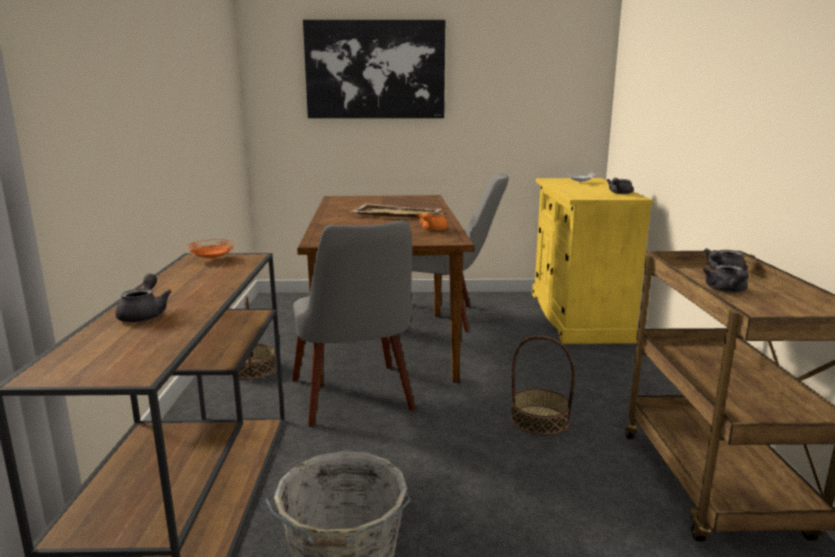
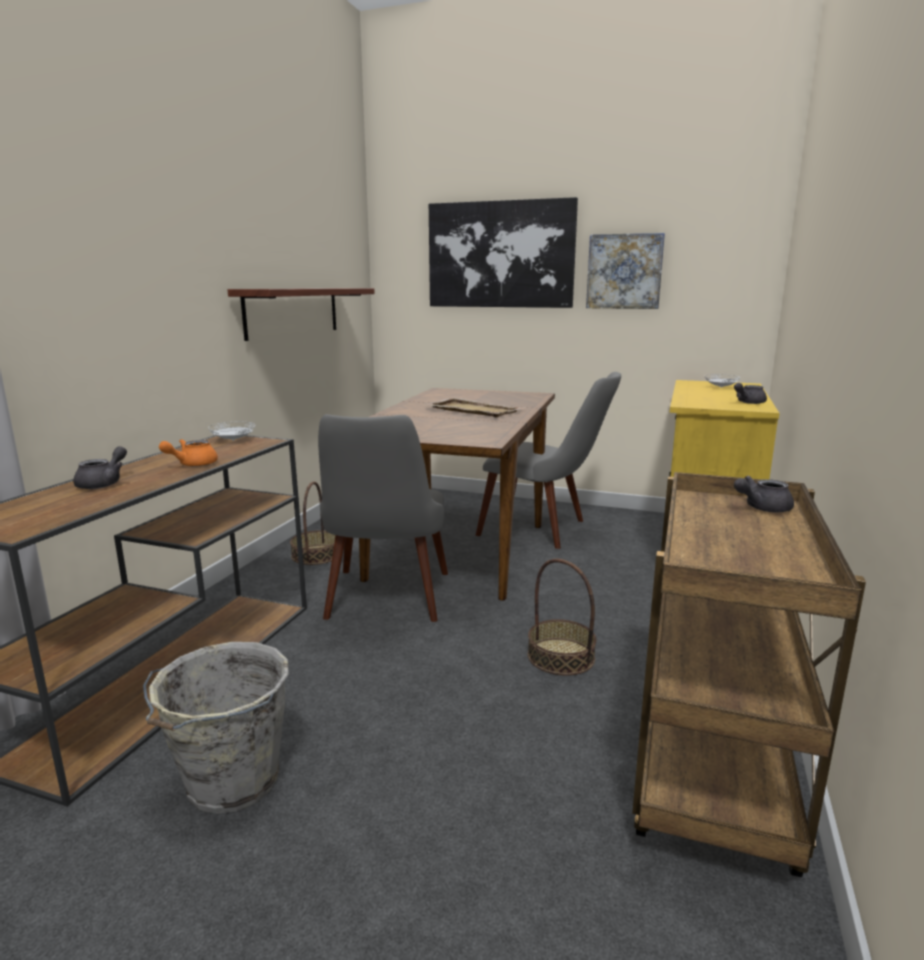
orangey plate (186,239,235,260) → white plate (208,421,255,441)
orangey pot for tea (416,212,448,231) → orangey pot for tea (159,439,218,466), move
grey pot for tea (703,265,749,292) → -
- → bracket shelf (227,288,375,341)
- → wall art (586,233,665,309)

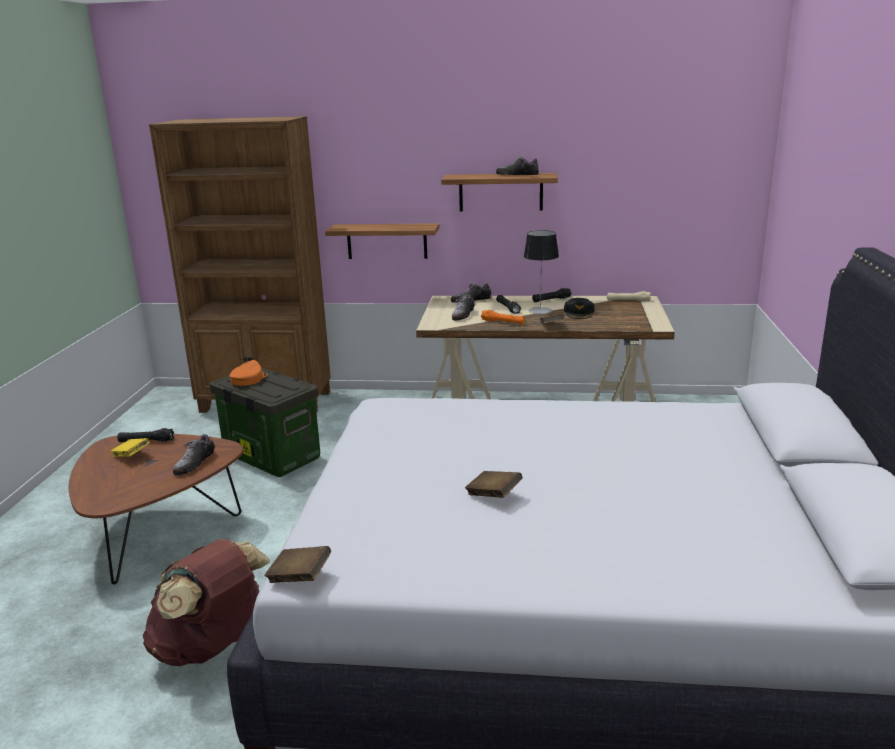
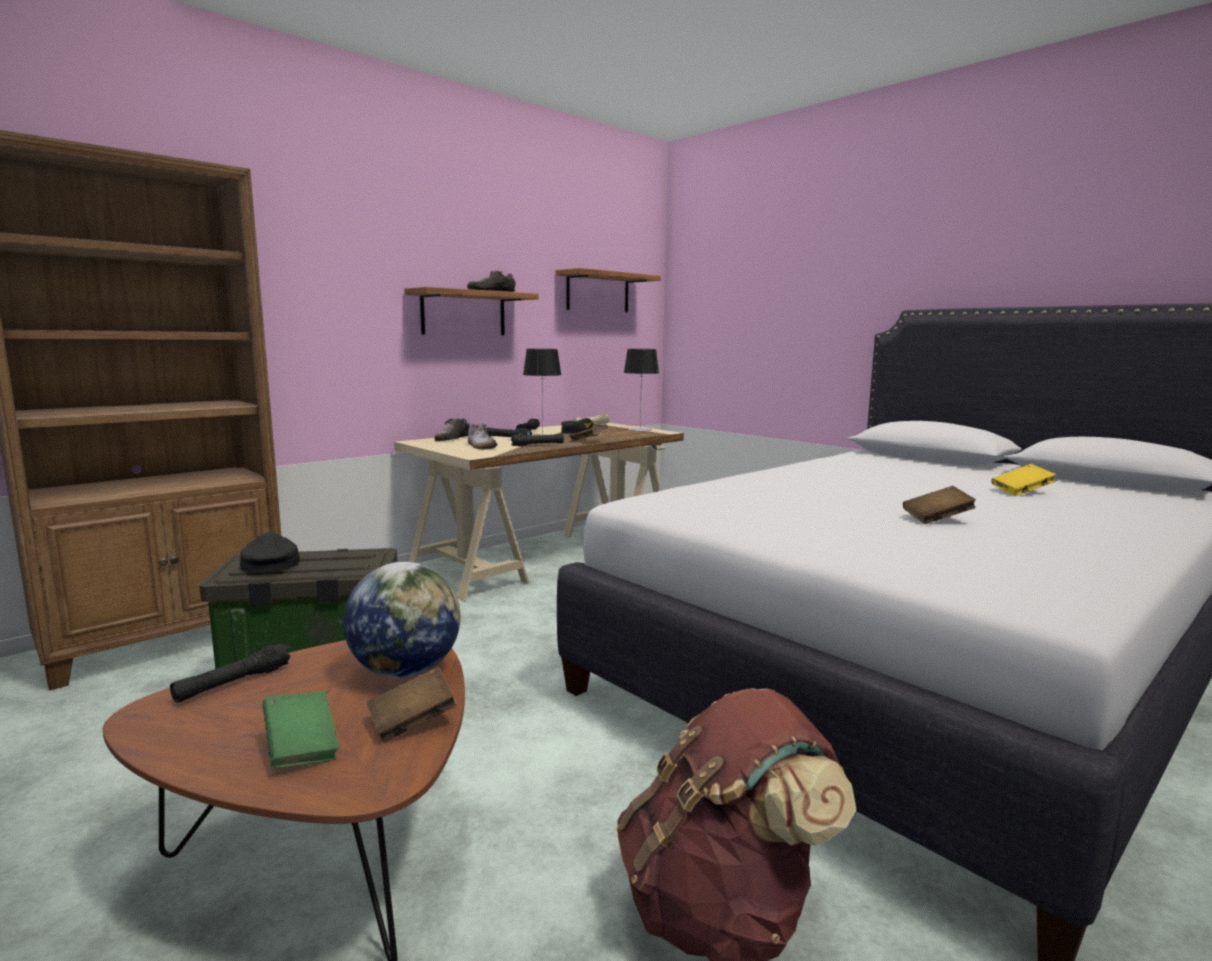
yellow-coloured bound book (110,438,150,457) → yellow-coloured bound book (991,464,1056,496), move
item of footwear (173,434,215,476) → globe (343,562,461,678)
orangey peaked cap (229,360,268,386) → black-coloured peaked cap (239,532,300,573)
brown-coloured bound book (265,546,331,583) → brown-coloured bound book (366,667,457,743), move
bracket shelf (325,223,439,259) → bracket shelf (556,268,661,312), move
orangey flashlight (481,310,525,325) → black-coloured flashlight (511,434,564,447)
- → green bound book (262,691,339,768)
- → tabletop lamp (624,349,659,431)

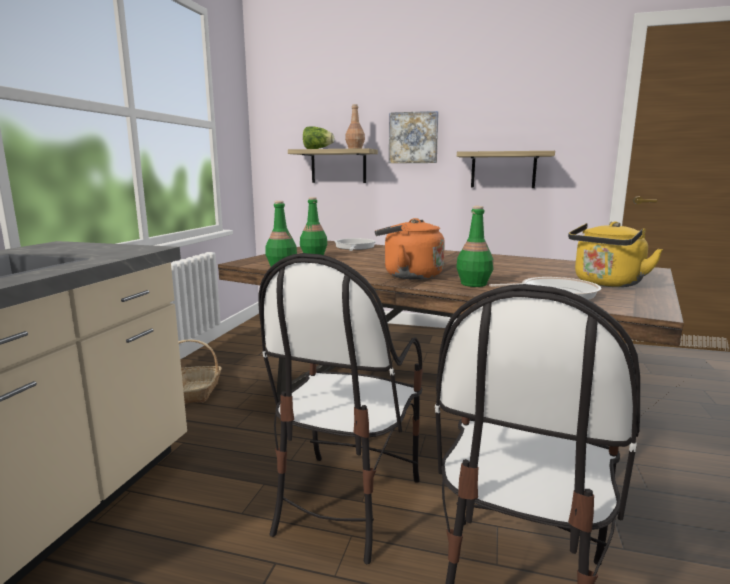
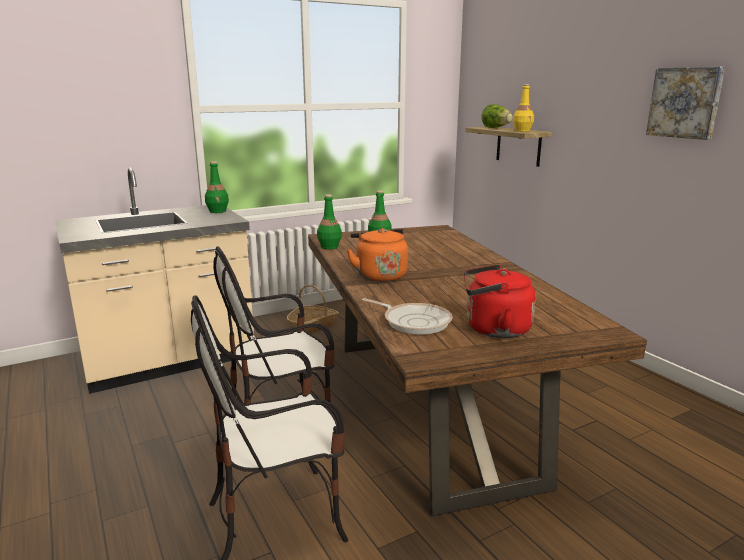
pan (334,238,376,251) → -
brown-coloured drink bottle (345,104,365,149) → yellow-coloured drink bottle (513,84,534,132)
wall art (389,111,439,163) → wall art (646,67,725,140), move
bracket shelf (457,151,555,188) → -
green drink bottle (457,206,494,287) → green drink bottle (205,161,229,213), move
yellow-coloured water kettle (568,222,663,287) → red-coloured water kettle (463,264,536,338)

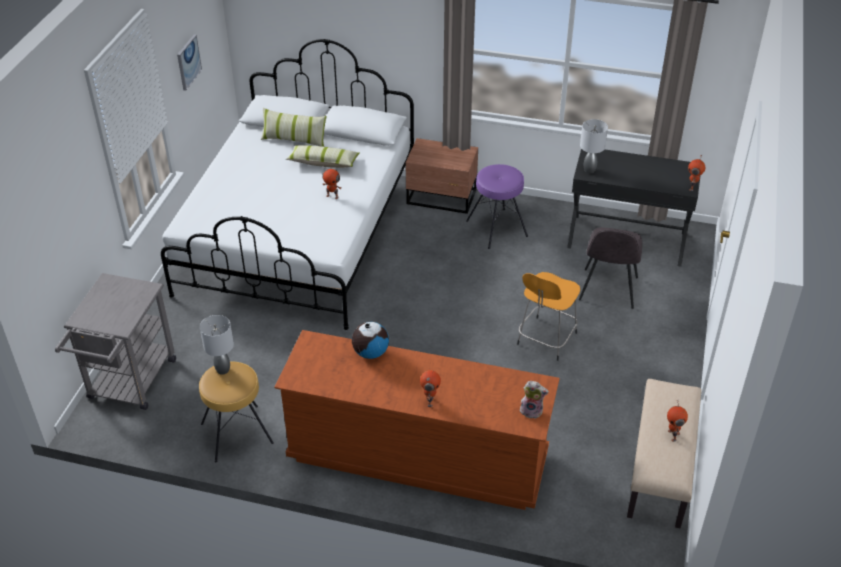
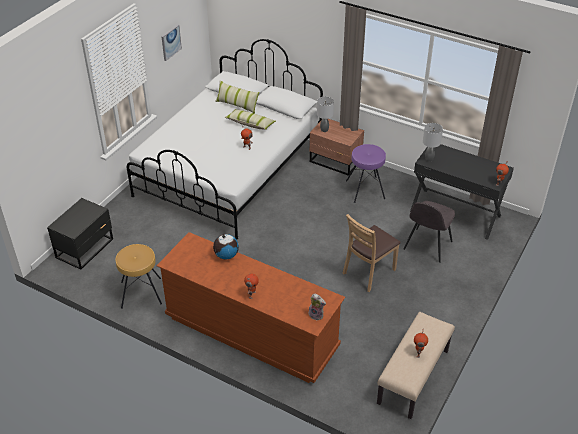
grey cart (55,273,176,410) → black-coloured night table (47,198,113,270)
grey tabletop lamp (200,315,234,375) → grey tabletop lamp (317,97,334,132), move
orangey sitting stool (517,272,580,361) → brown-coloured upright chair (343,214,401,292)

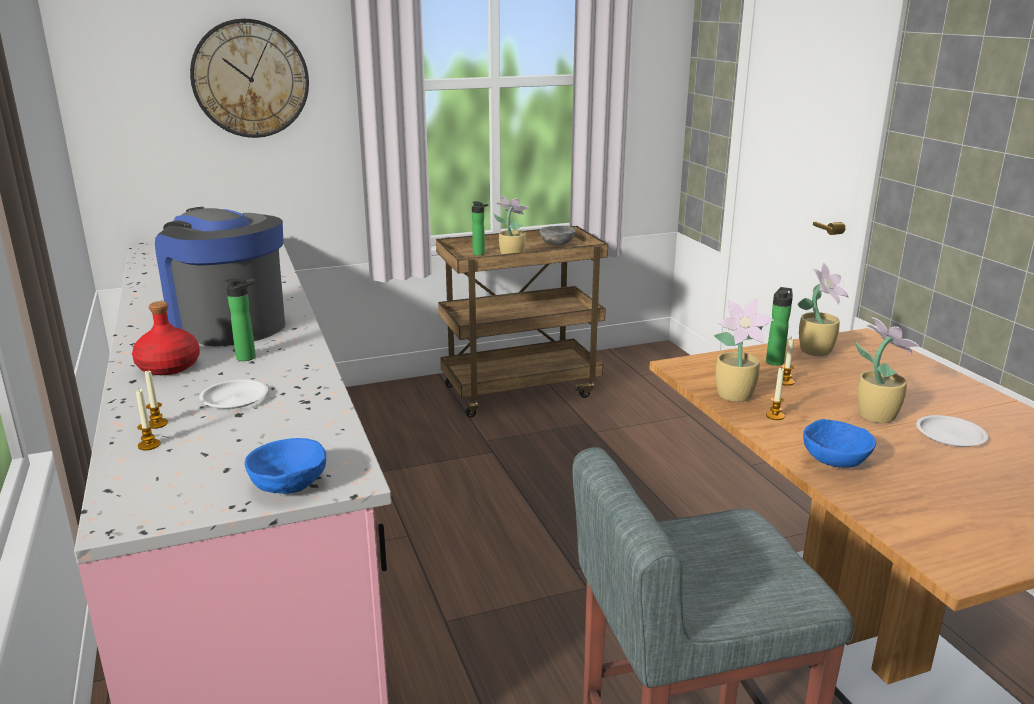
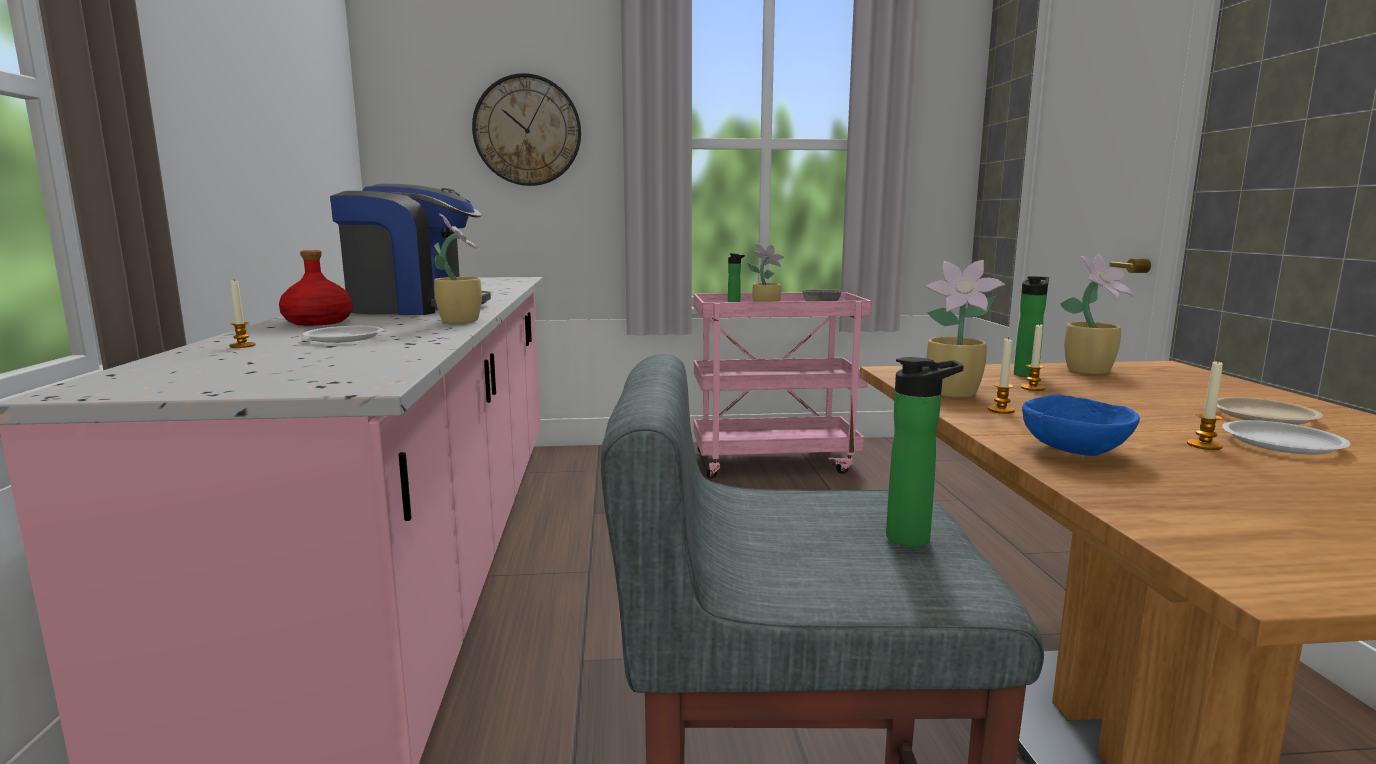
wax light (136,389,161,450) → wax light (1187,360,1223,450), move
coffee maker (155,207,285,346) → coffee maker (330,184,491,315), 120 degrees clockwise
drink bottle (225,278,256,361) → drink bottle (886,357,964,547), move
blue serving bowl (245,438,326,494) → -
brown-coloured cart (436,226,608,418) → pinkish cart (694,292,872,479)
plant in a pot (856,317,919,423) → plant in a pot (434,213,482,324), move
- → sand-coloured plate (1217,397,1323,425)

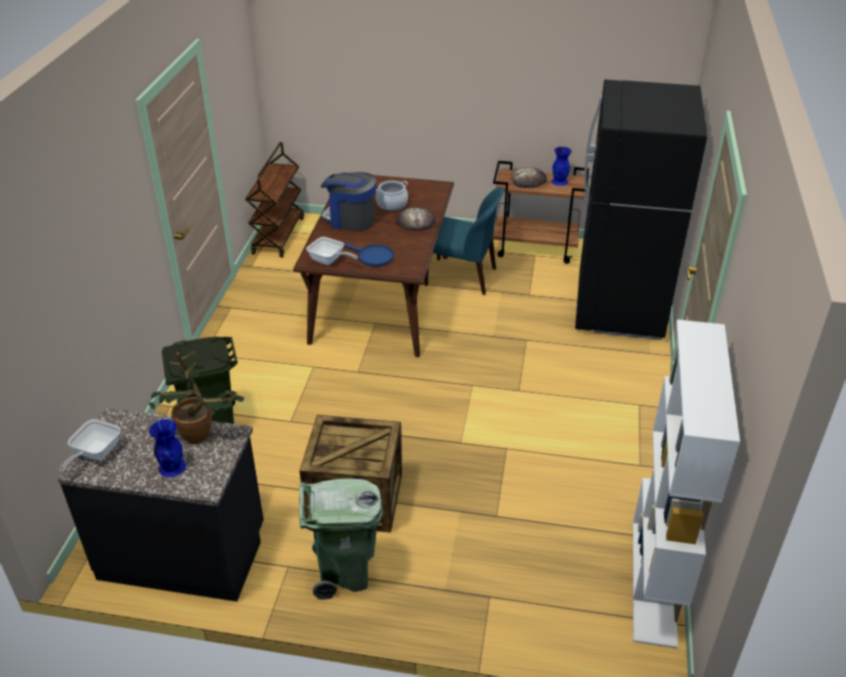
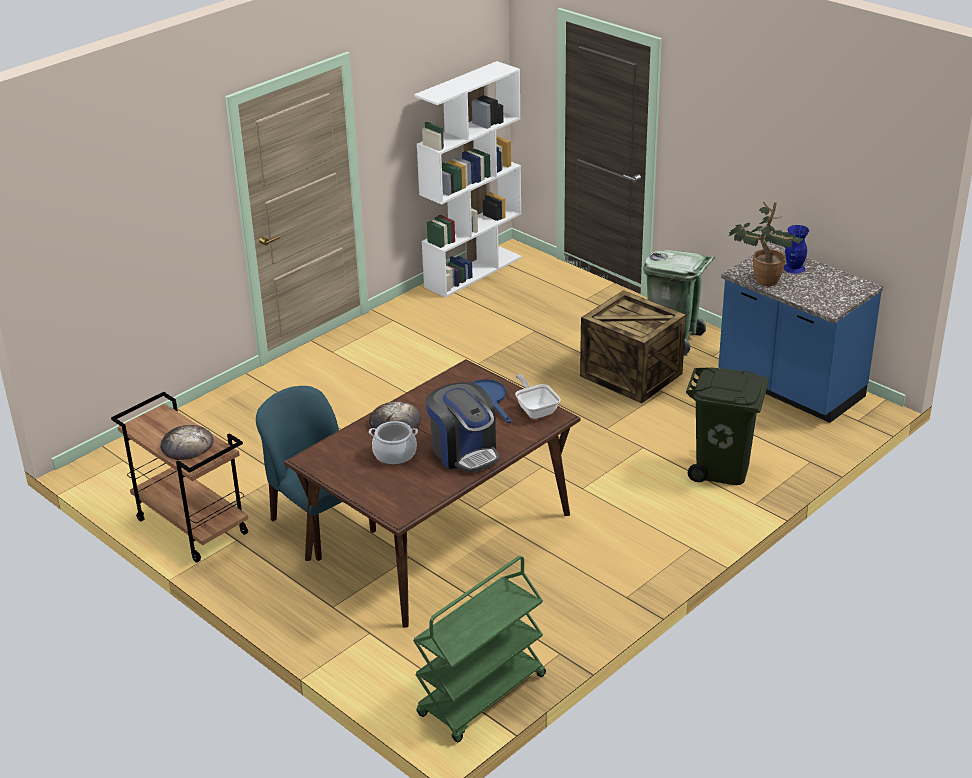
black-coloured kitchen base unit (58,408,264,602) → blue kitchen base unit (718,244,883,423)
pan (59,419,121,473) → -
brown-coloured cart (245,142,304,257) → green cart (413,556,546,742)
blue vase (551,147,572,186) → -
black-coloured refrigerator (575,79,707,340) → -

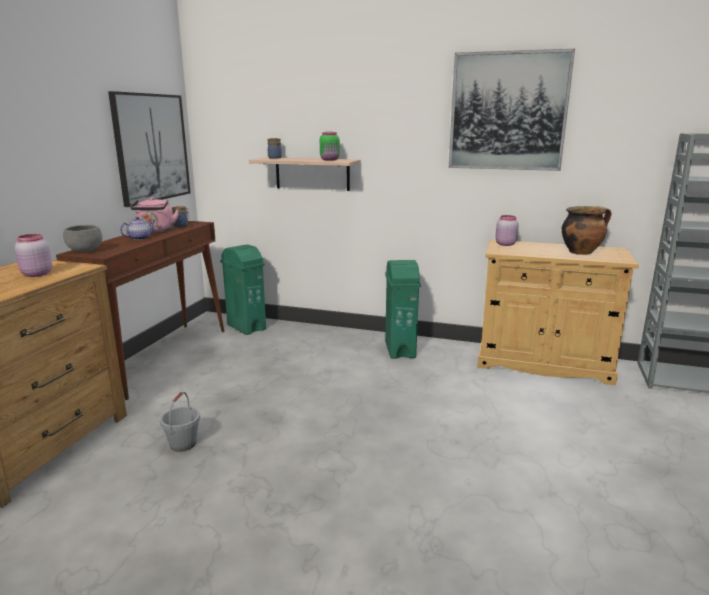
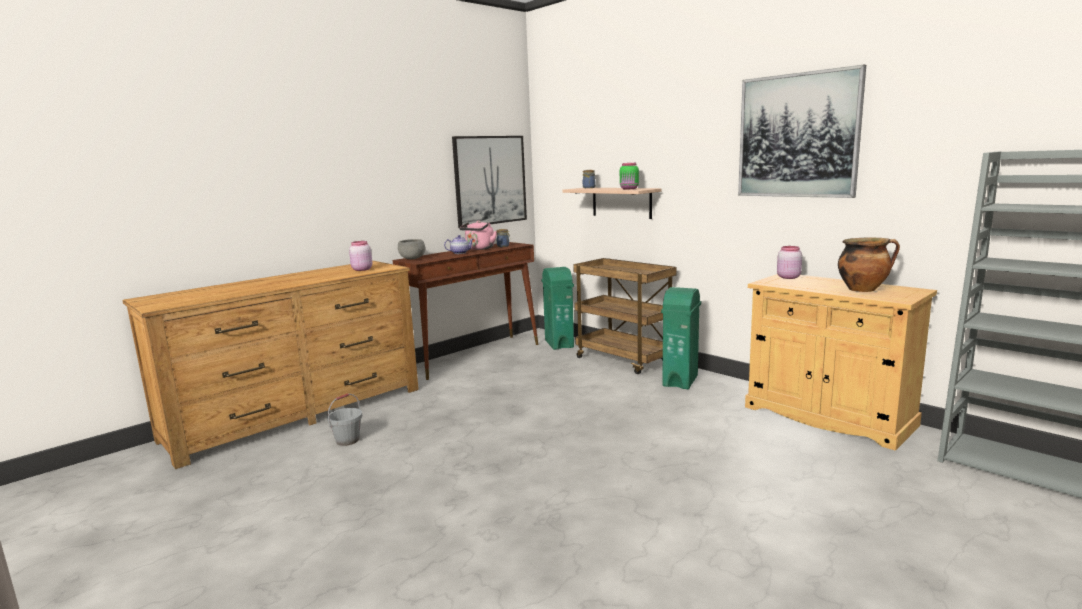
grey bucket (160,392,200,452) → grey bucket (327,394,362,446), move
- → brown-coloured cart (573,258,677,374)

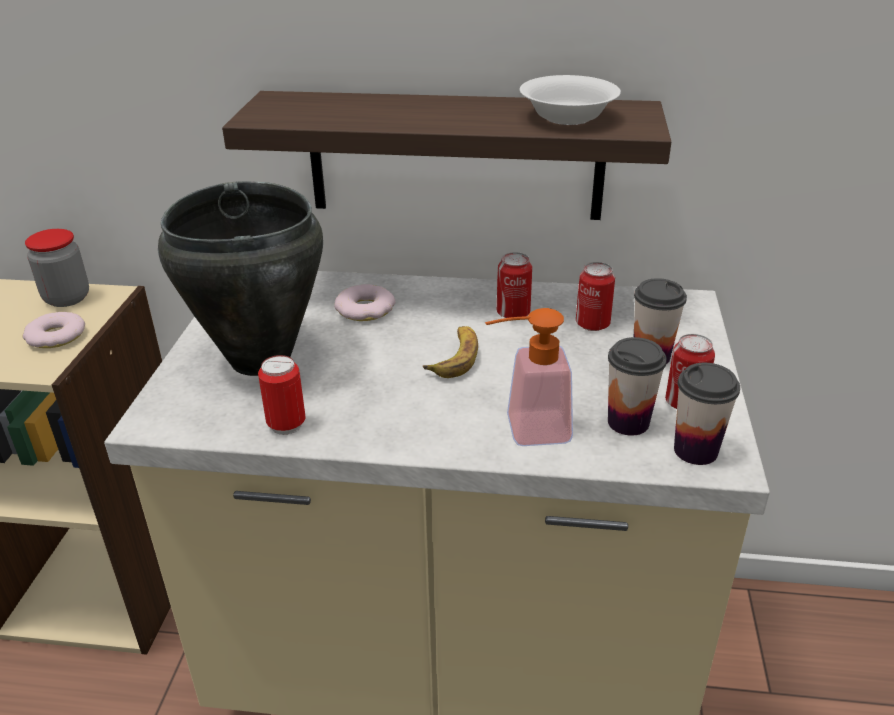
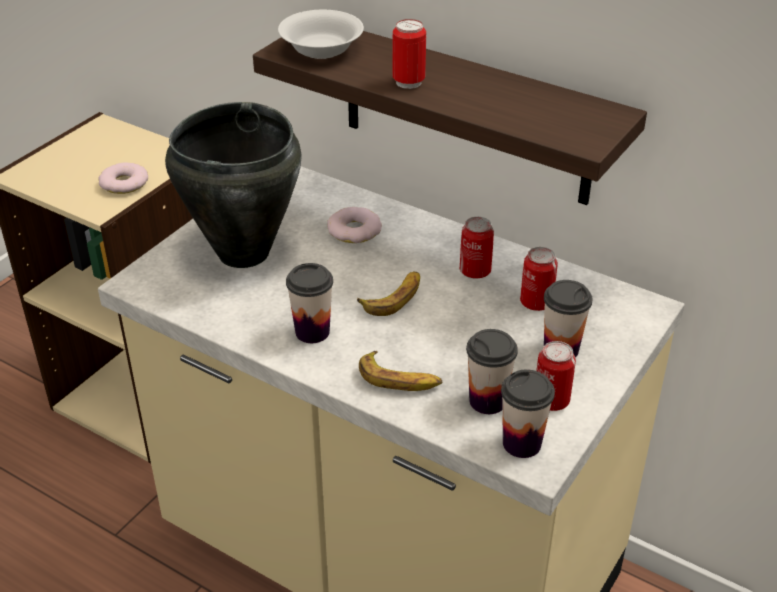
jar (25,229,89,307) → -
metal can (258,355,306,435) → metal can (393,19,426,89), move
soap bottle (485,308,573,446) → banana fruit (359,351,442,391)
white serving bowl (520,75,621,125) → white serving bowl (278,10,364,59), move
- → cup (286,263,333,343)

